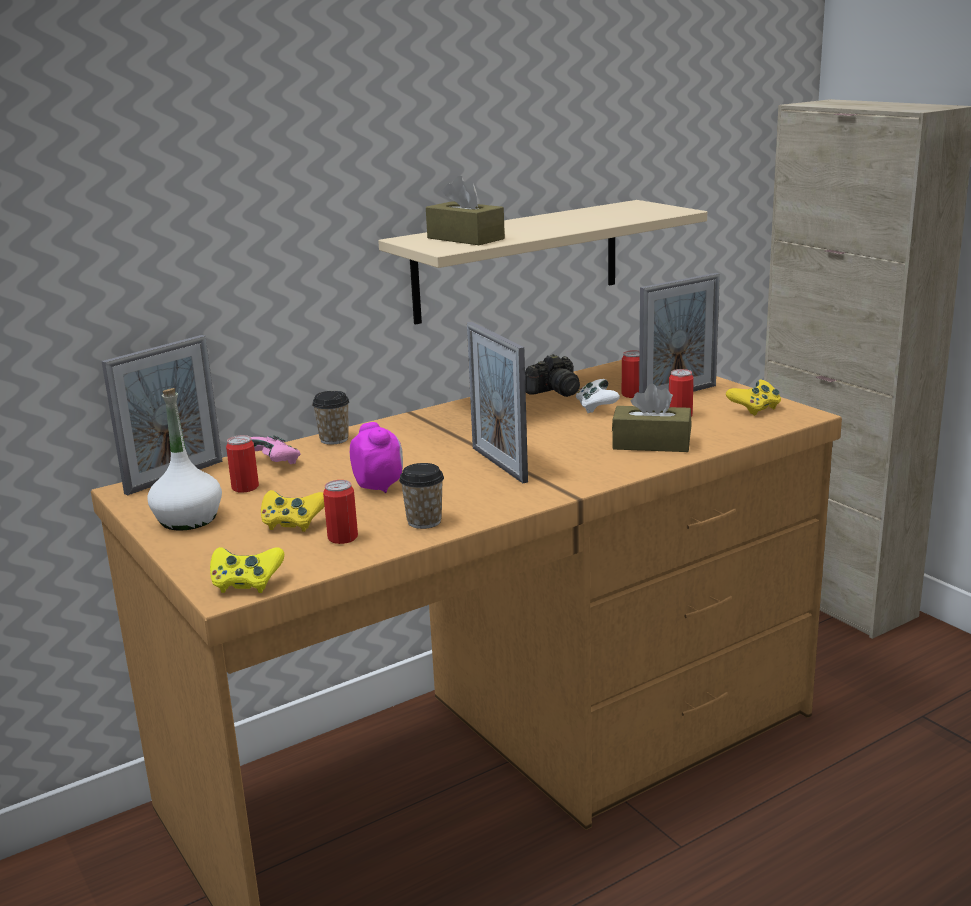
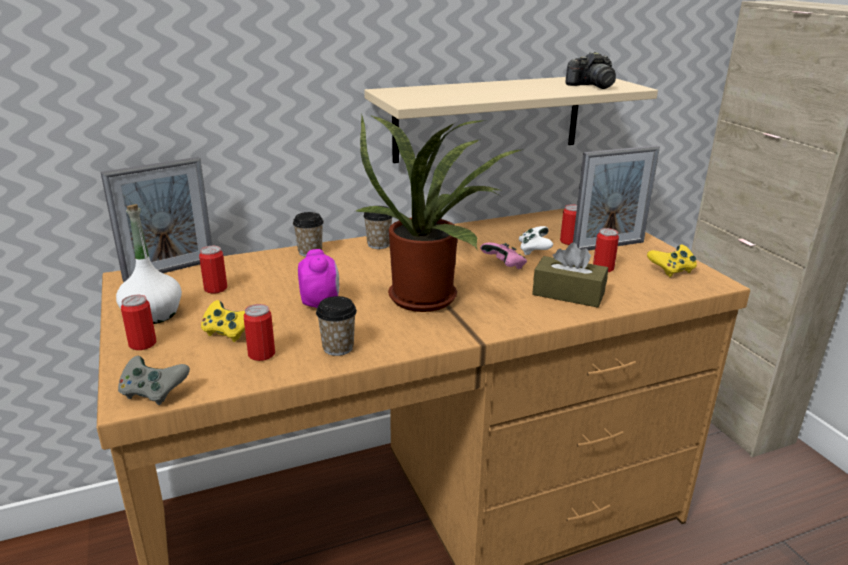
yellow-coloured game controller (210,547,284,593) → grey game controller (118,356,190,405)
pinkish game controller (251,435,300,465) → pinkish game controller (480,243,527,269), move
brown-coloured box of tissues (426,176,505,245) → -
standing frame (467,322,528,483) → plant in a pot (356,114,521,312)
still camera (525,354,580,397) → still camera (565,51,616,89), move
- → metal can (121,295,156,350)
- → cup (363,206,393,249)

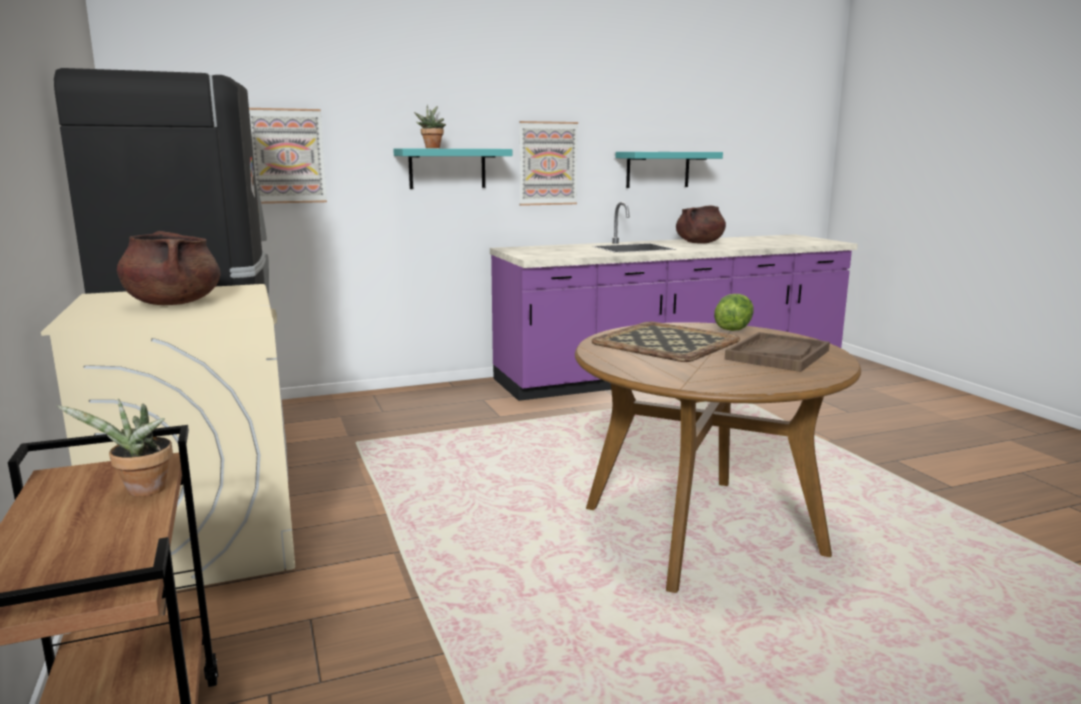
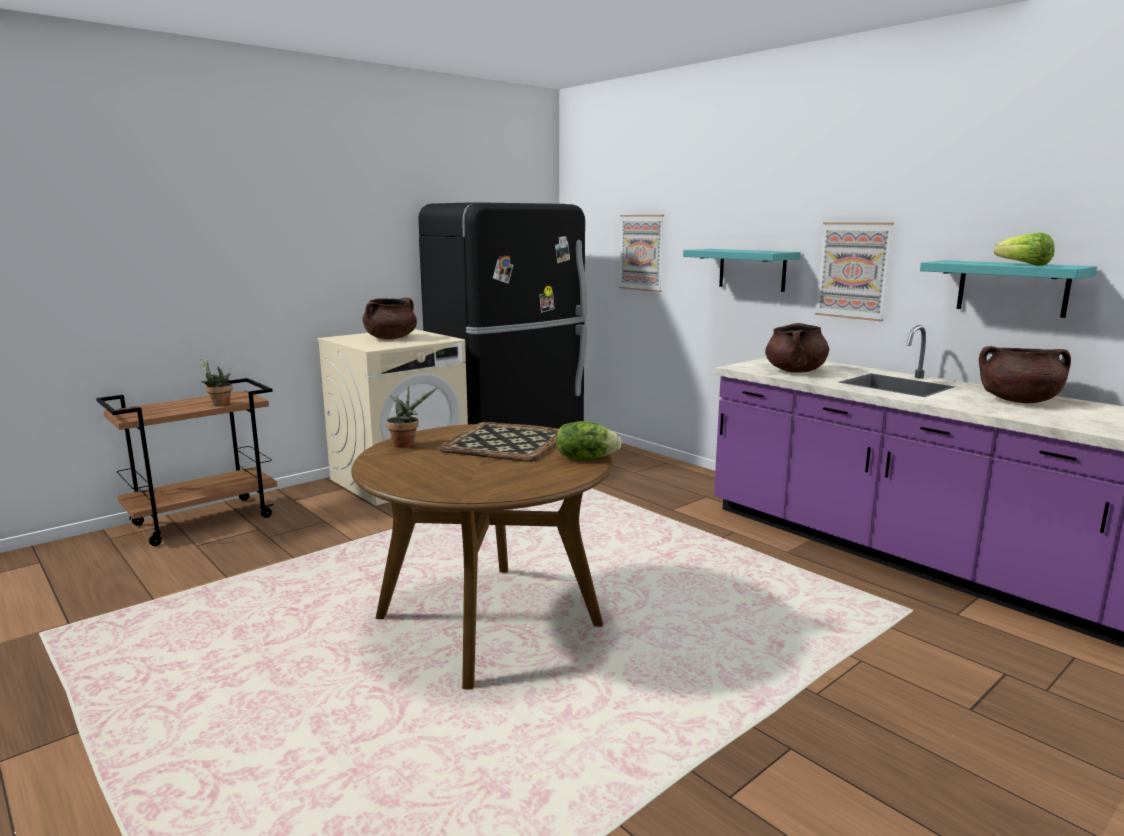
plant in a pot (414,105,446,148) → plant in a pot (386,386,438,448), move
brown-coloured carrying tray (725,332,830,372) → -
- → brown-coloured stockpot (765,323,829,373)
- → lettuce (994,233,1055,266)

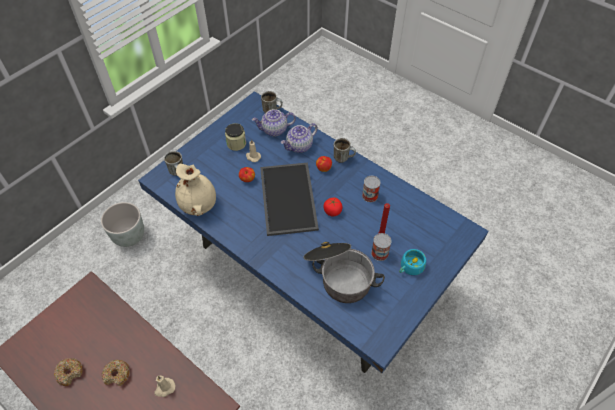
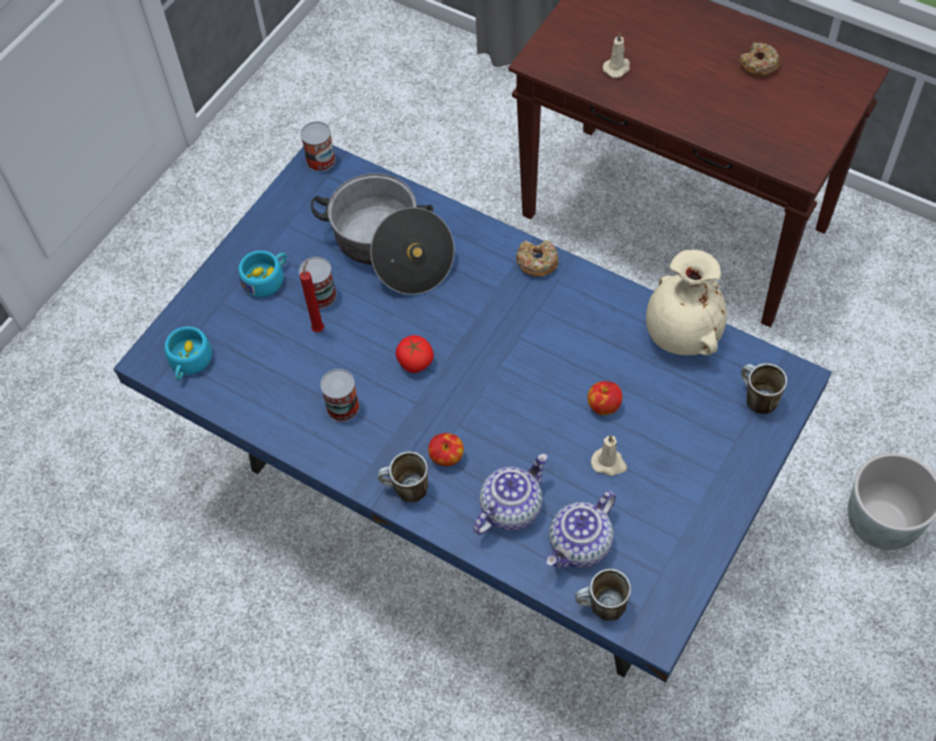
ring doughnut (102,360,130,386) → ring doughnut (516,240,558,277), move
jar (225,123,246,151) → -
pot for tea (252,109,296,136) → pot for tea (546,491,616,569), 150 degrees clockwise
carrying tray (260,162,319,236) → -
- → turquoise-coloured cup (164,326,212,381)
- → metal can (300,121,336,172)

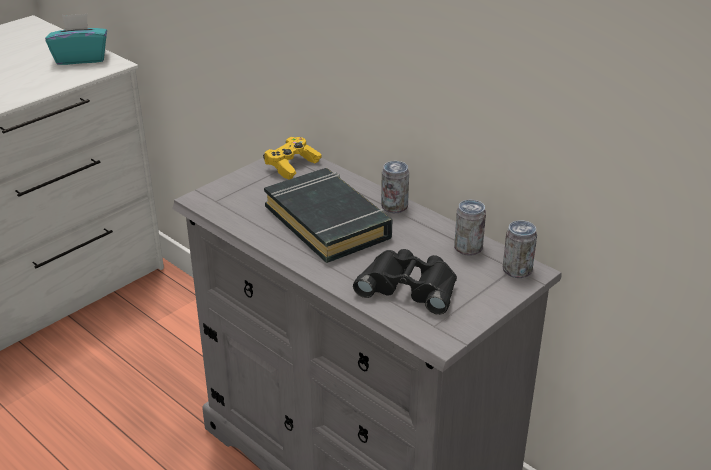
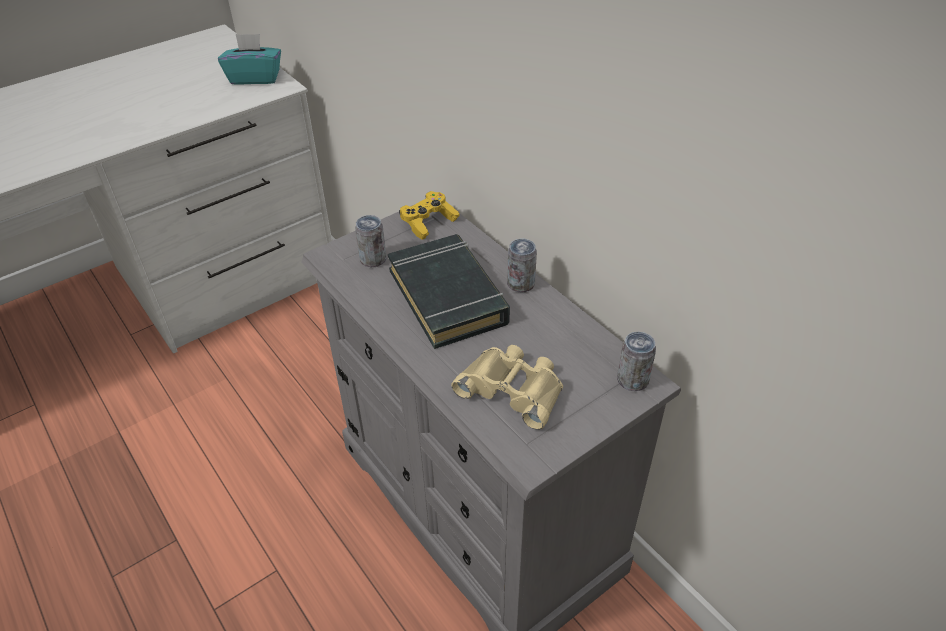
black-coloured binoculars (353,249,457,315) → sand-coloured binoculars (451,345,563,430)
metal can (454,199,486,256) → metal can (355,215,387,267), move

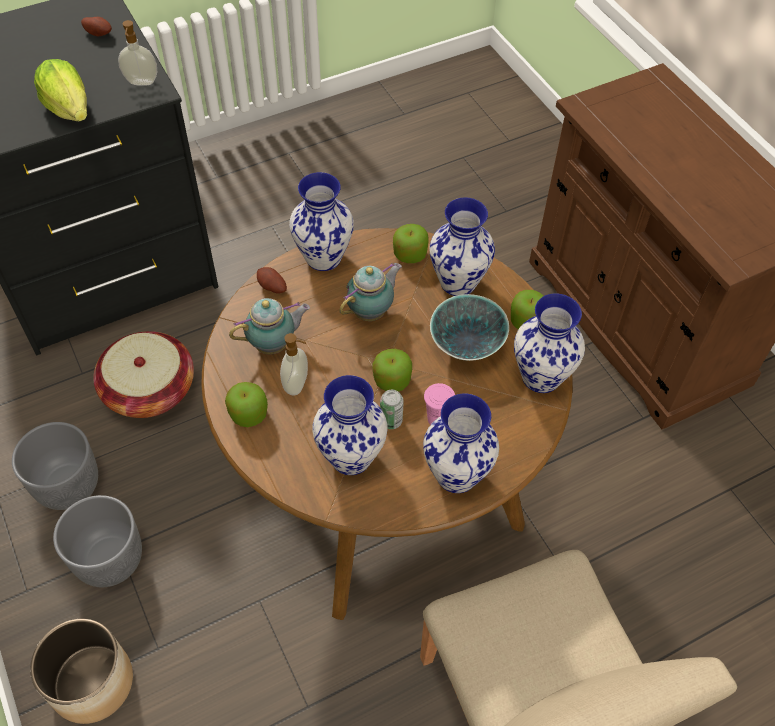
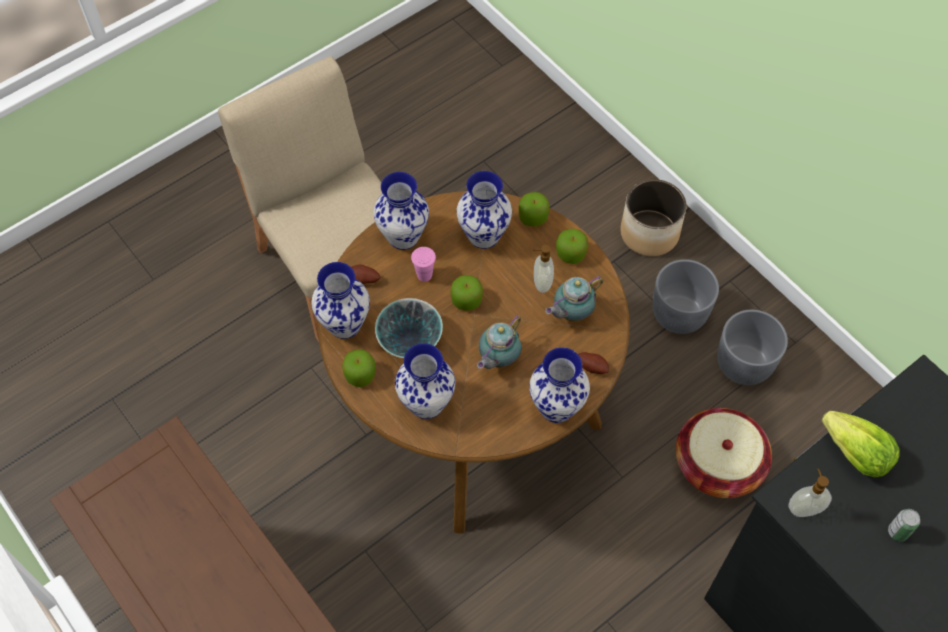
potato (81,17,112,36) → potato (351,265,380,284), move
metal can (380,390,404,429) → metal can (888,509,920,541), move
apple fruit (393,224,428,263) → apple fruit (519,192,550,226), move

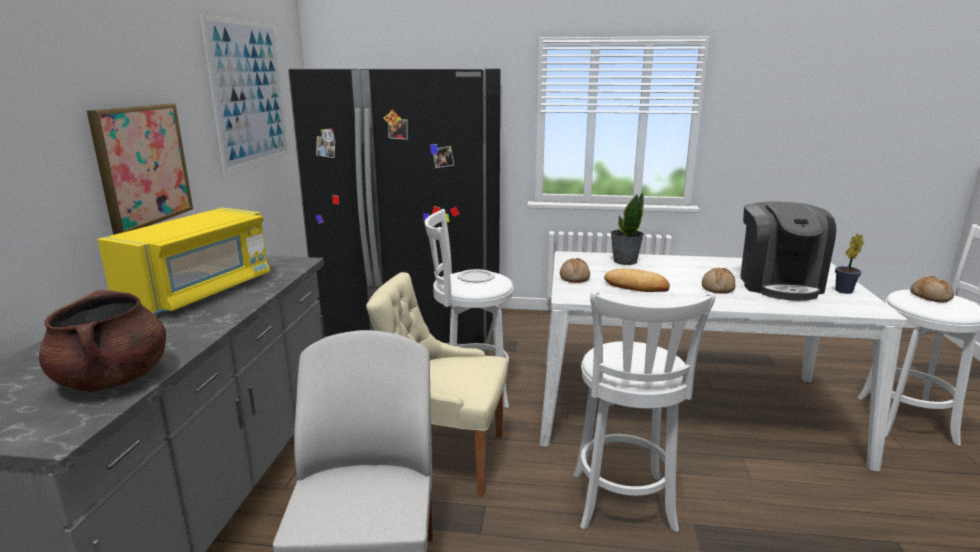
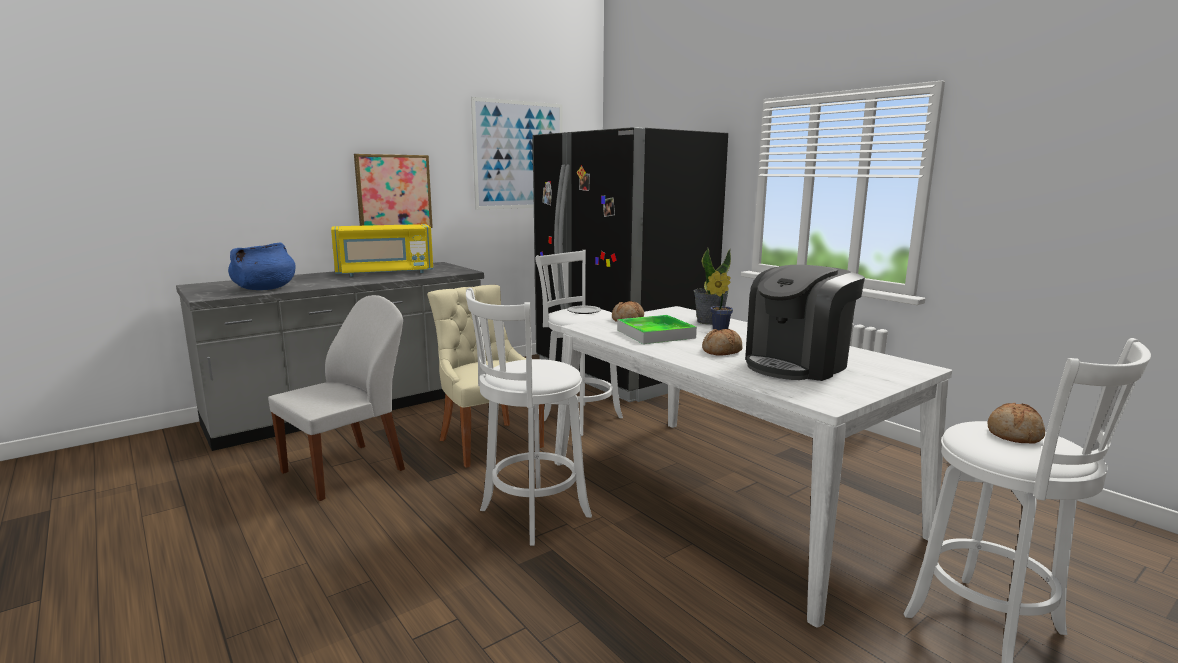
brown-coloured stockpot (39,290,166,392) → blue stockpot (228,243,296,290)
bakery bread (604,269,670,292) → carrying tray (617,315,697,344)
plant in a pot (835,234,864,294) → plant in a pot (706,271,733,330), move

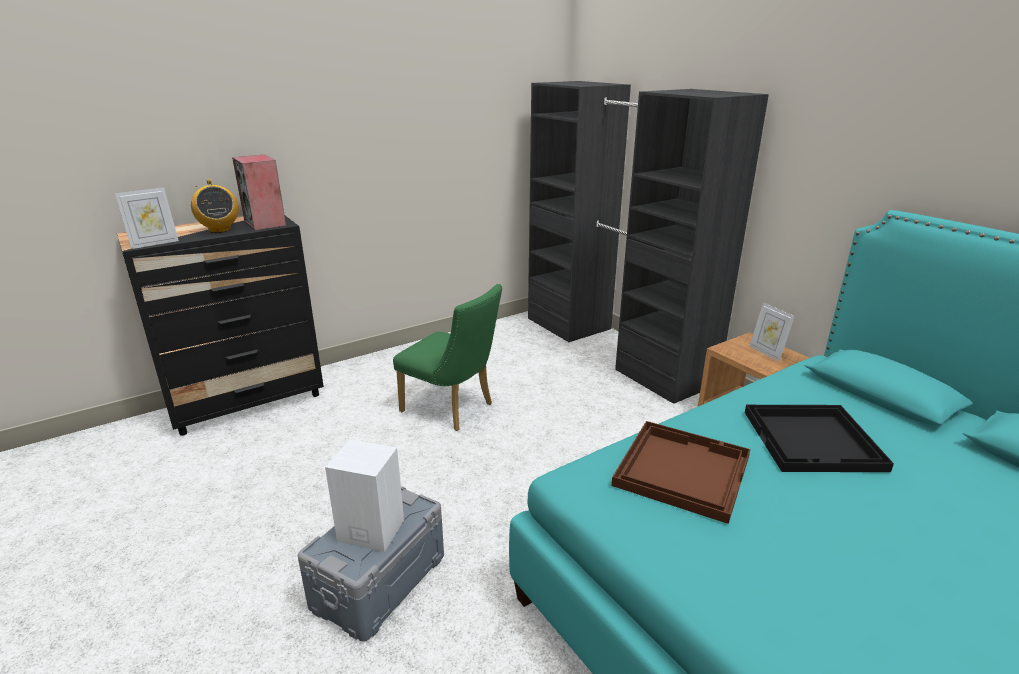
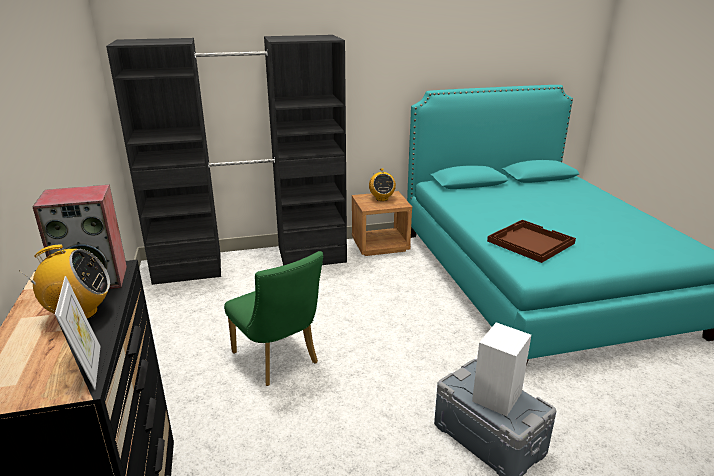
green upright chair (393,284,502,431) → green upright chair (224,251,323,386), 90 degrees clockwise
black-coloured carrying tray (745,405,894,472) → -
standing frame (750,302,795,362) → radio set (369,168,396,201)

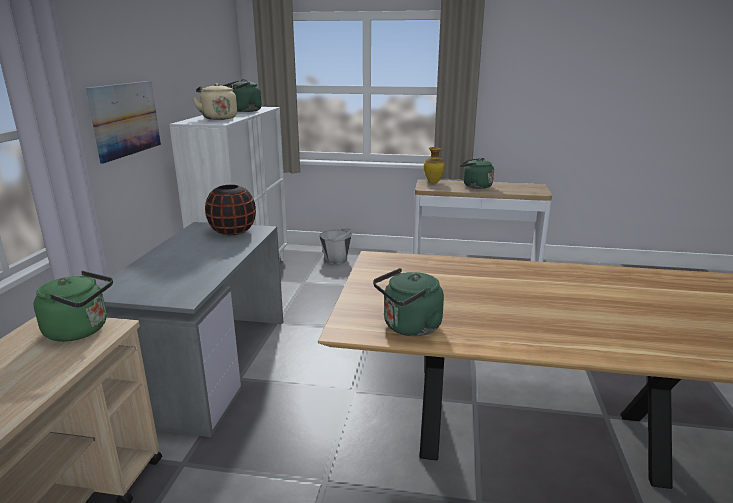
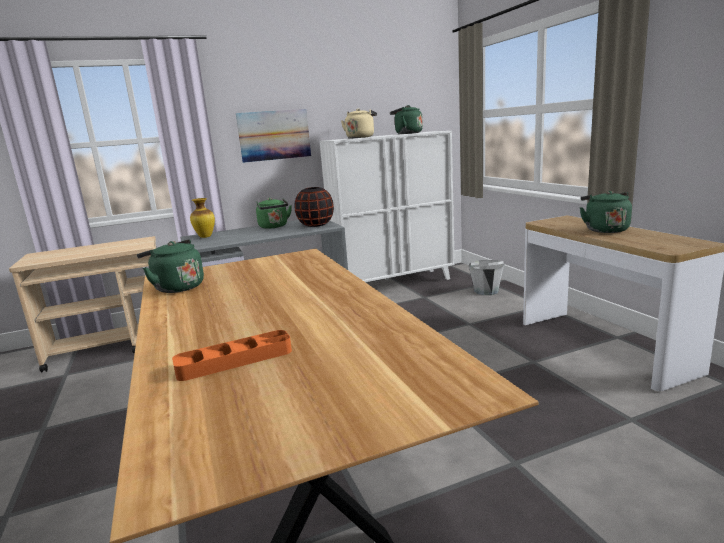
green water kettle (34,271,113,342) → green water kettle (256,198,292,229), move
vase (424,147,445,183) → vase (190,198,215,238), move
- → orangey carrying tray (172,330,292,381)

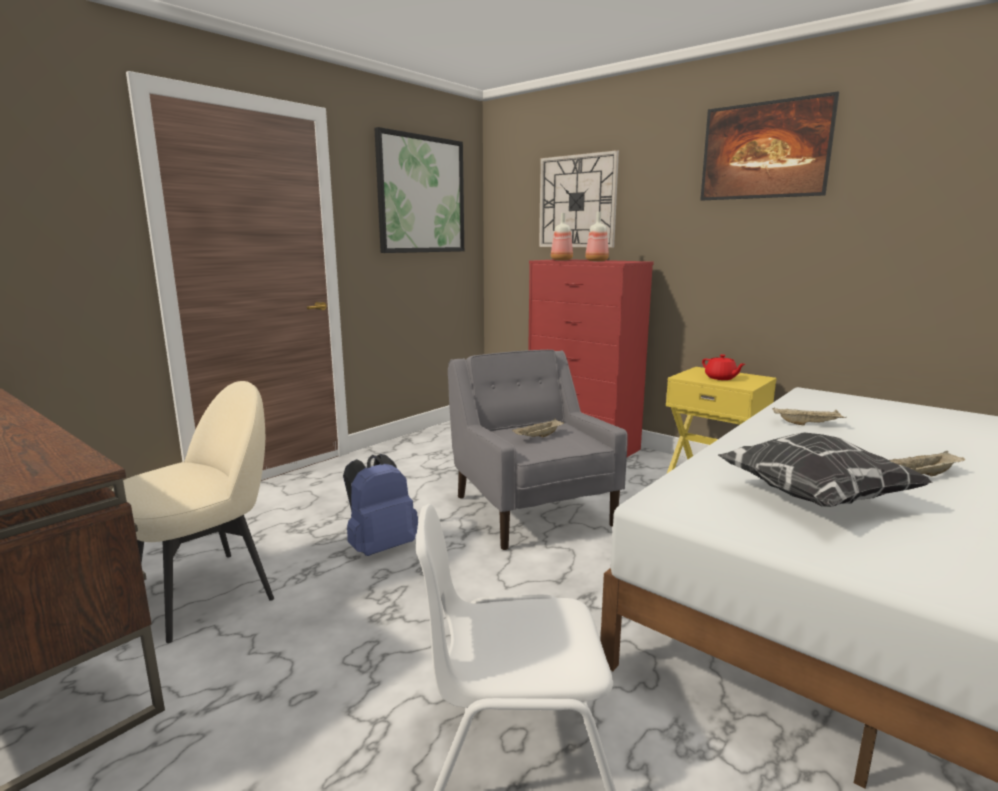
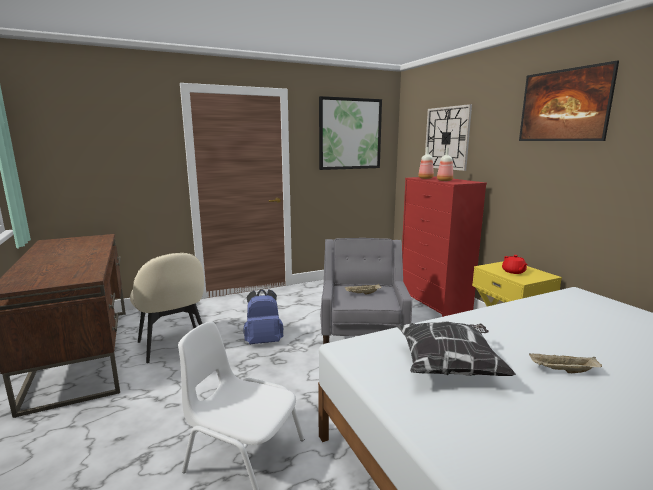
sand-coloured upright chair (112,381,274,643) → sand-coloured upright chair (130,253,204,363), 75 degrees clockwise
sand-coloured carrying tray (772,407,847,426) → -

